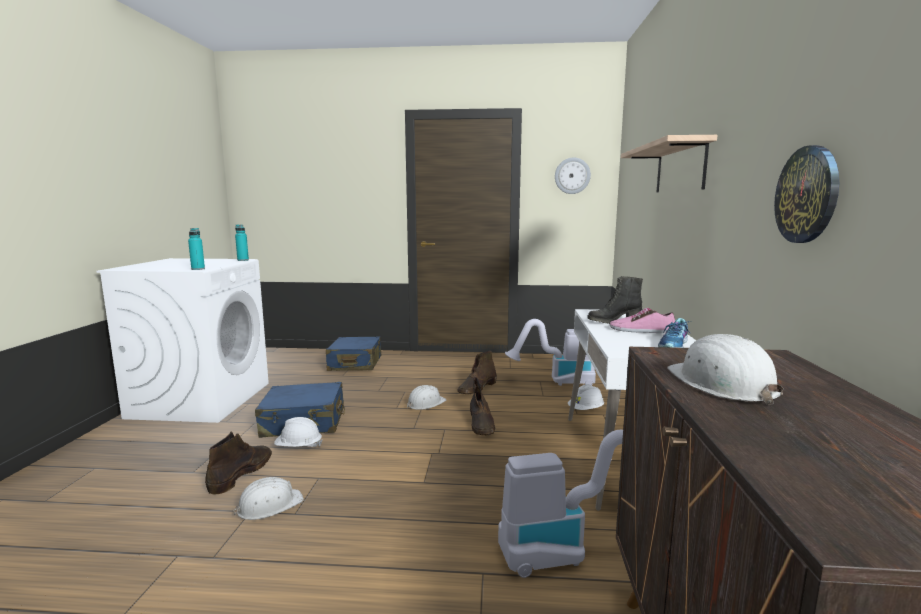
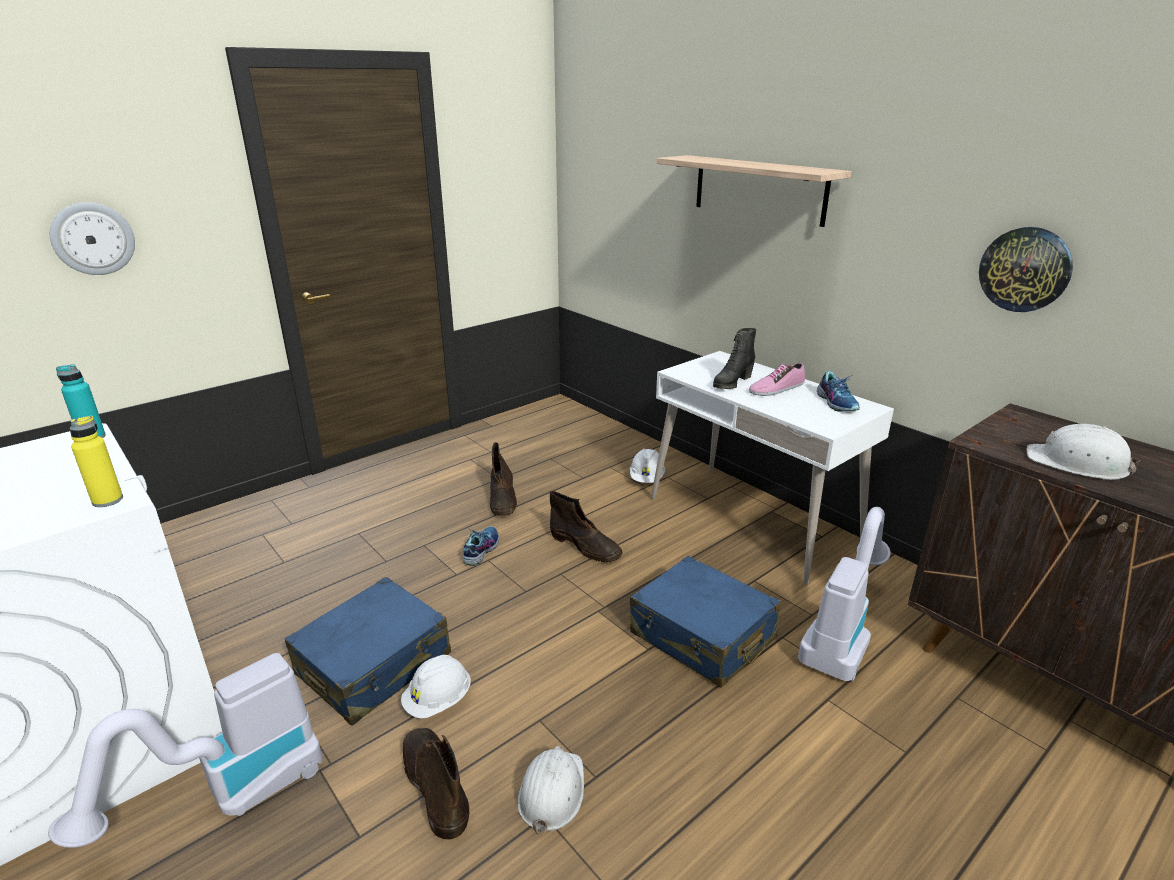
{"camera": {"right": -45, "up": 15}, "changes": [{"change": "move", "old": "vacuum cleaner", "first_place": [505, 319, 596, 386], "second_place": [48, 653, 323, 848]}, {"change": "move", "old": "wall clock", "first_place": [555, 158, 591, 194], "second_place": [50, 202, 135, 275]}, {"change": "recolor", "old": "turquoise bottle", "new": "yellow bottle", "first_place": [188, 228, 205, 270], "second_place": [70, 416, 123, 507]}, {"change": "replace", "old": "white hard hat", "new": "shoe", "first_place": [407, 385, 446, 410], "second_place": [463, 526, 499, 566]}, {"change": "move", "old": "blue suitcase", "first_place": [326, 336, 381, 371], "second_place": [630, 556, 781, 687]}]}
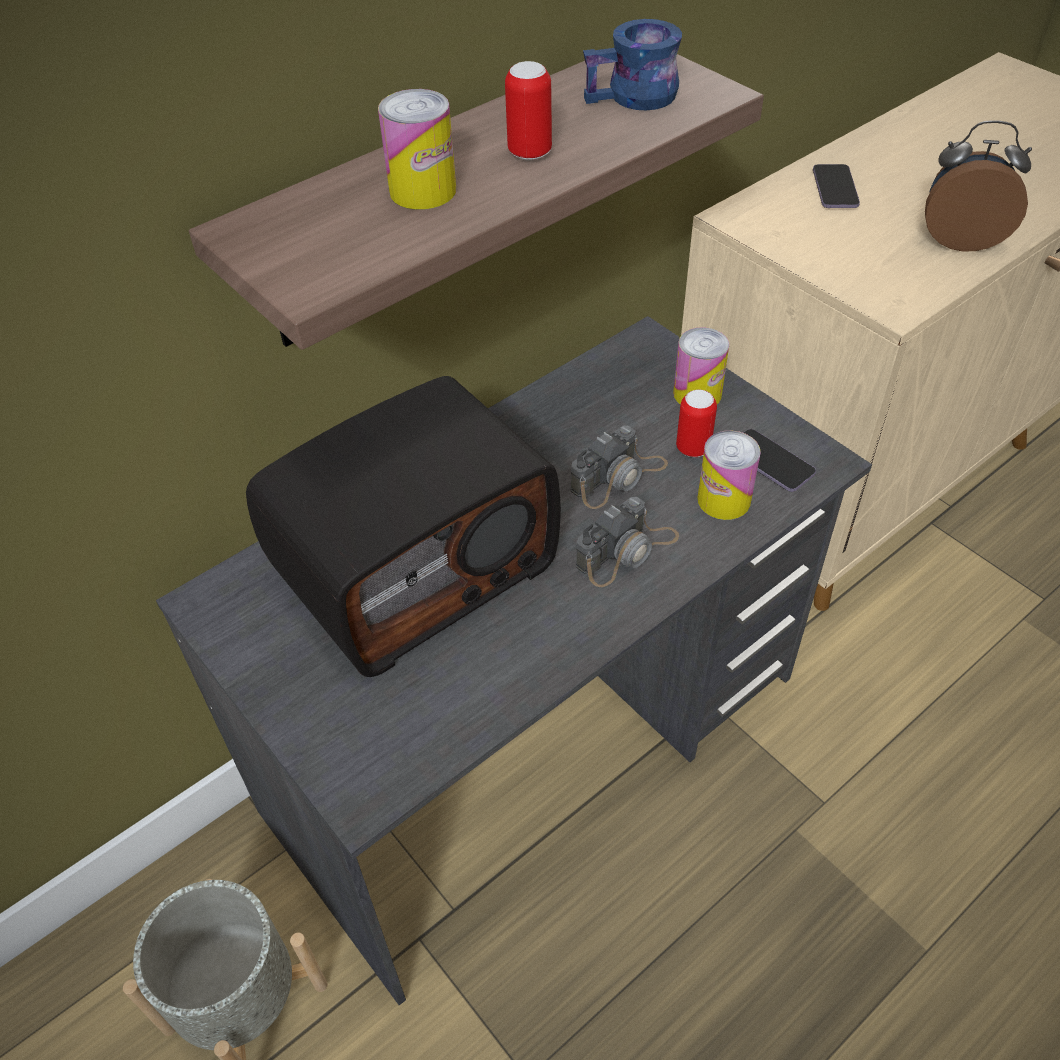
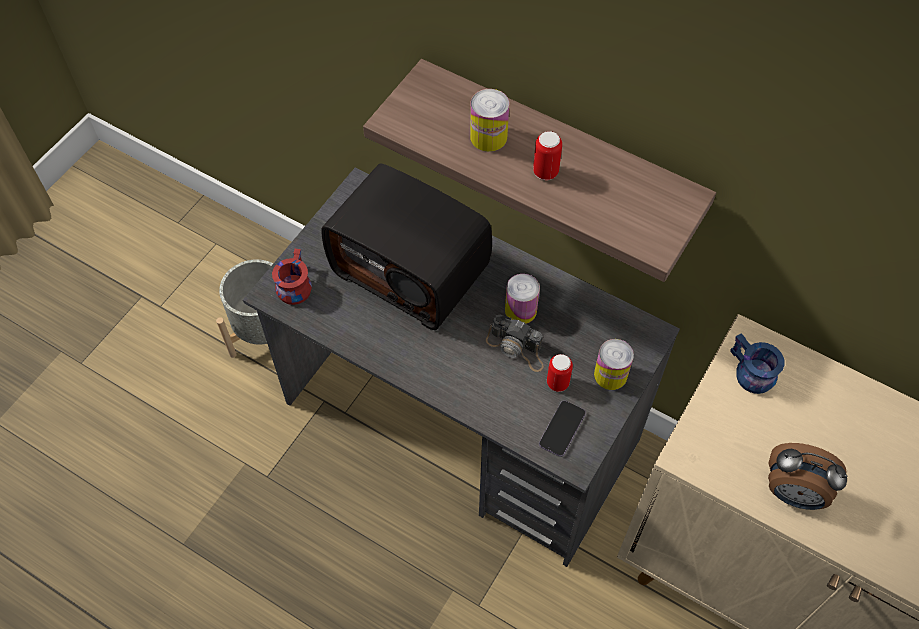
{"camera": {"right": 70, "up": 10}, "changes": [{"change": "insert", "new": "red mug", "second_place": [272, 249, 312, 305]}, {"change": "move", "old": "can", "first_place": [697, 431, 761, 520], "second_place": [505, 274, 540, 324]}, {"change": "move", "old": "blue mug", "first_place": [583, 19, 682, 110], "second_place": [730, 333, 785, 394]}, {"change": "rotate", "old": "alarm clock", "first_place": [925, 120, 1032, 252], "second_place": [768, 443, 847, 510], "degrees": 120}, {"change": "delete", "old": "photo camera", "first_place": [576, 497, 679, 587]}, {"change": "delete", "old": "phone", "first_place": [813, 164, 860, 208]}]}
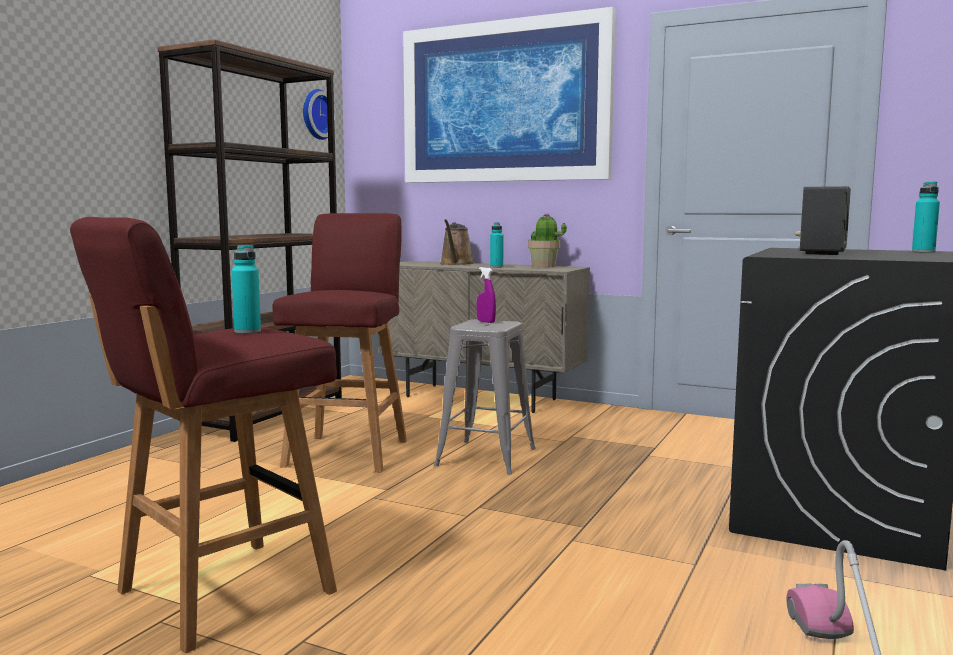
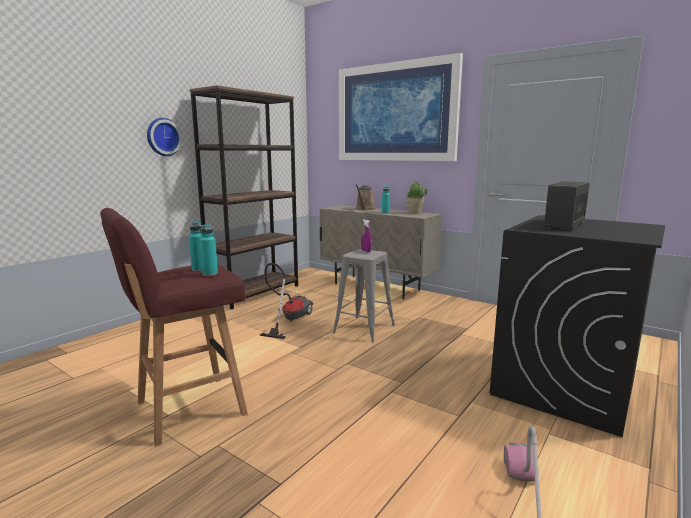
{"camera": {"right": 10, "up": 5}, "changes": [{"change": "move", "old": "wall clock", "first_place": [303, 89, 337, 140], "second_place": [147, 118, 182, 156]}, {"change": "move", "old": "turquoise bottle", "first_place": [912, 181, 940, 253], "second_place": [200, 224, 218, 276]}, {"change": "replace", "old": "red stool", "new": "vacuum cleaner", "first_place": [272, 213, 407, 473], "second_place": [259, 263, 313, 339]}]}
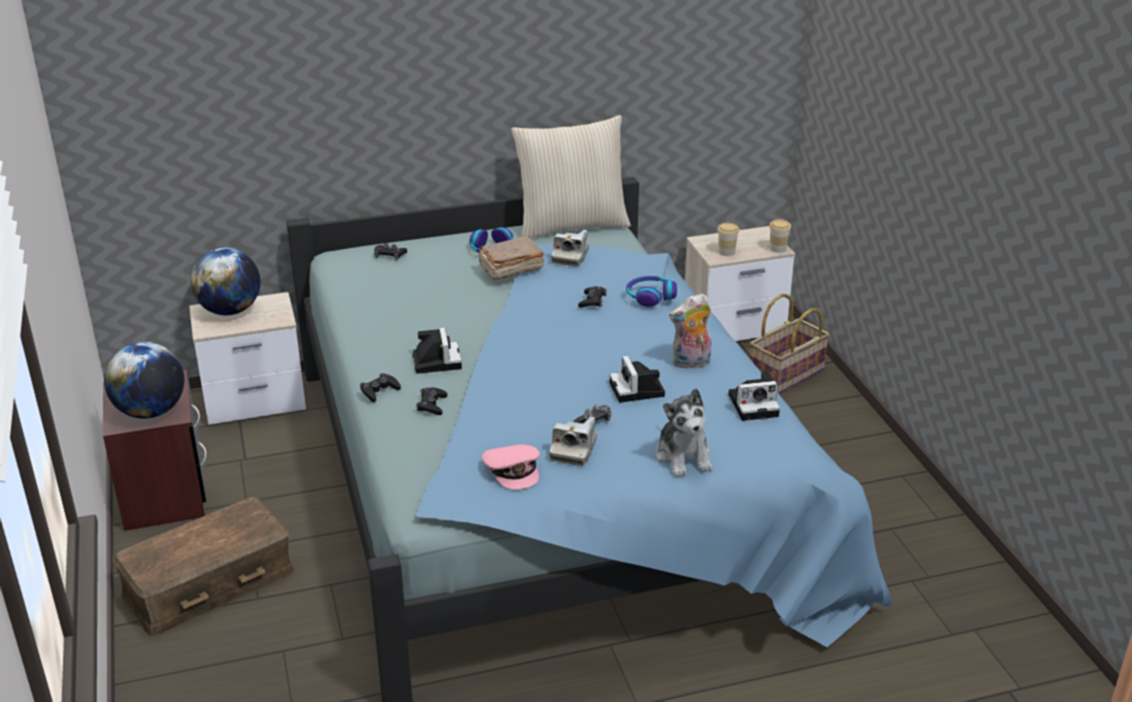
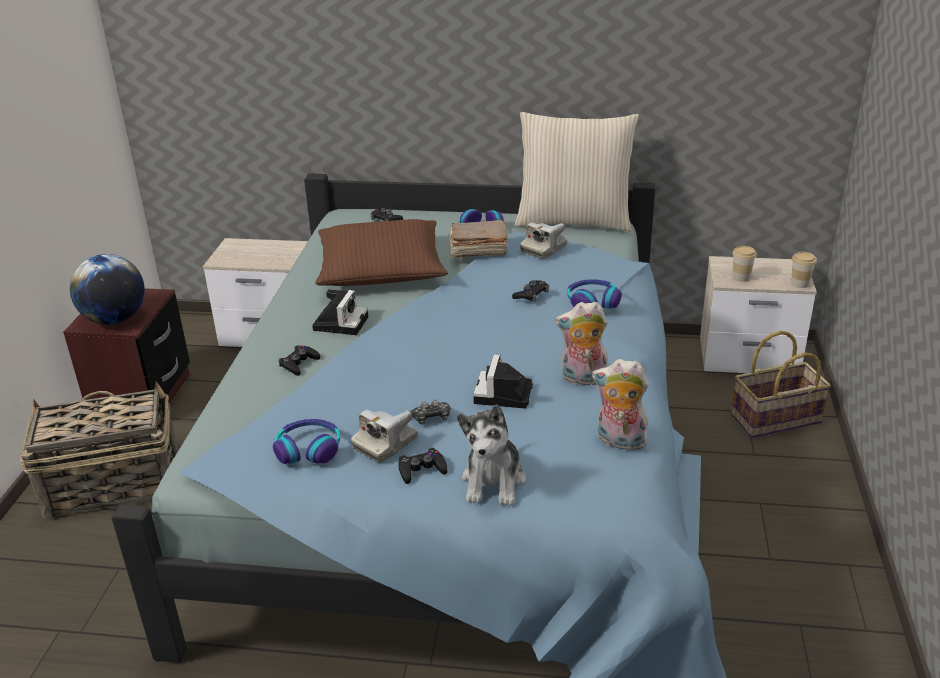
{"camera": {"right": 25, "up": 0}, "changes": [{"change": "replace", "old": "brown storage box", "new": "basket", "first_place": [113, 497, 294, 636], "second_place": [20, 382, 178, 521]}, {"change": "replace", "old": "pink cap", "new": "headphones", "first_place": [482, 444, 540, 490], "second_place": [273, 419, 340, 464]}, {"change": "insert", "new": "brown pillow", "second_place": [315, 219, 448, 286]}, {"change": "move", "old": "black game controller", "first_place": [360, 373, 401, 402], "second_place": [399, 448, 447, 484]}, {"change": "replace", "old": "photo camera", "new": "plush toy", "first_place": [728, 370, 780, 421], "second_place": [592, 359, 648, 453]}, {"change": "delete", "old": "globe", "first_place": [191, 248, 260, 315]}]}
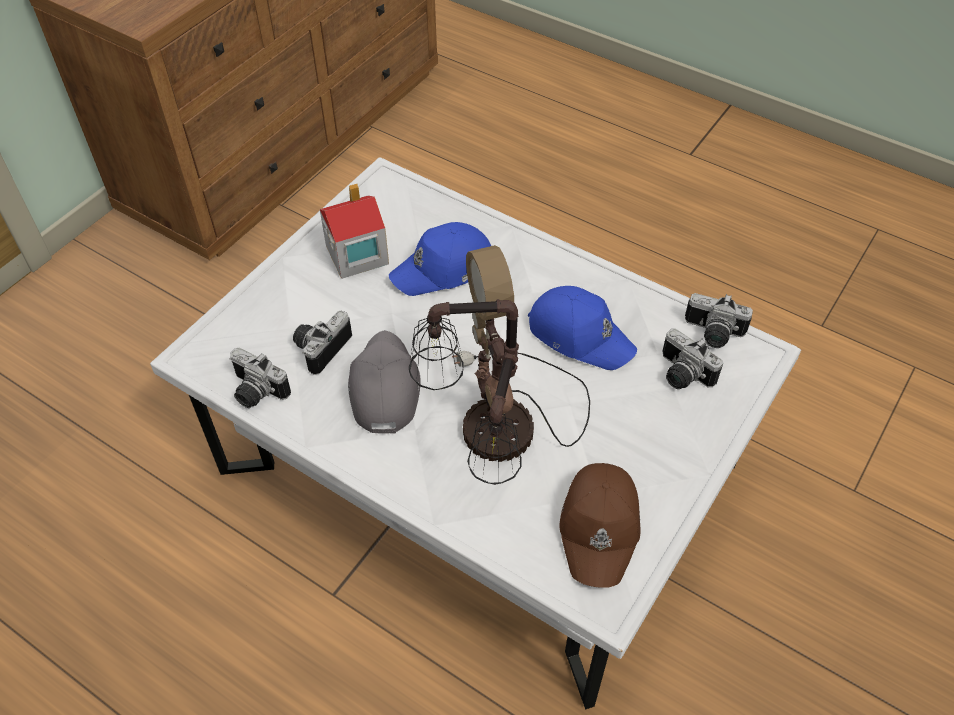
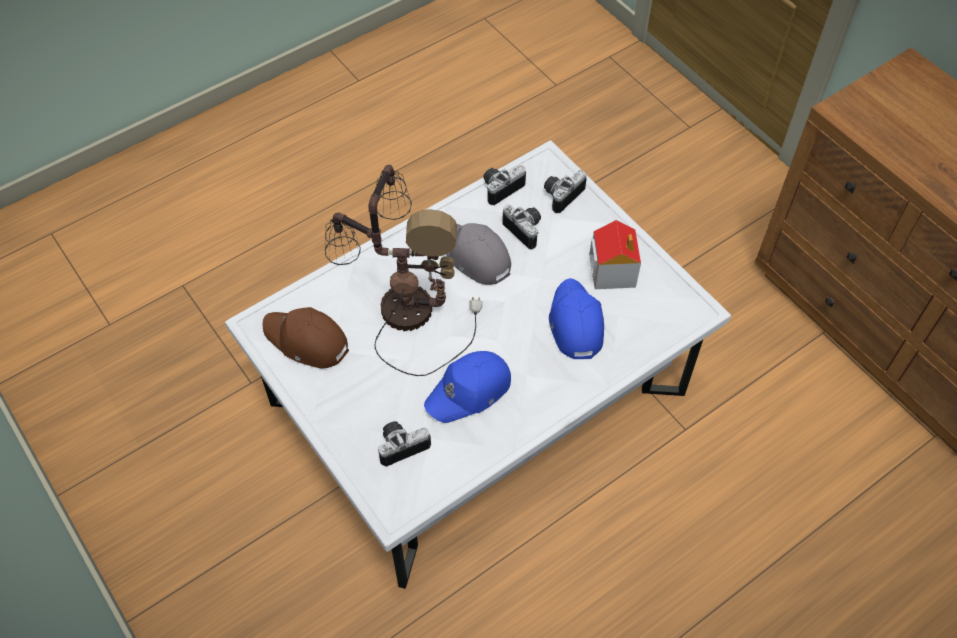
{"camera": {"right": 110, "up": 5}, "changes": [{"change": "rotate", "old": "grey cap", "first_place": [348, 330, 421, 434], "second_place": [446, 223, 511, 285], "degrees": -150}, {"change": "move", "old": "photo camera", "first_place": [685, 293, 753, 348], "second_place": [544, 170, 587, 213]}]}
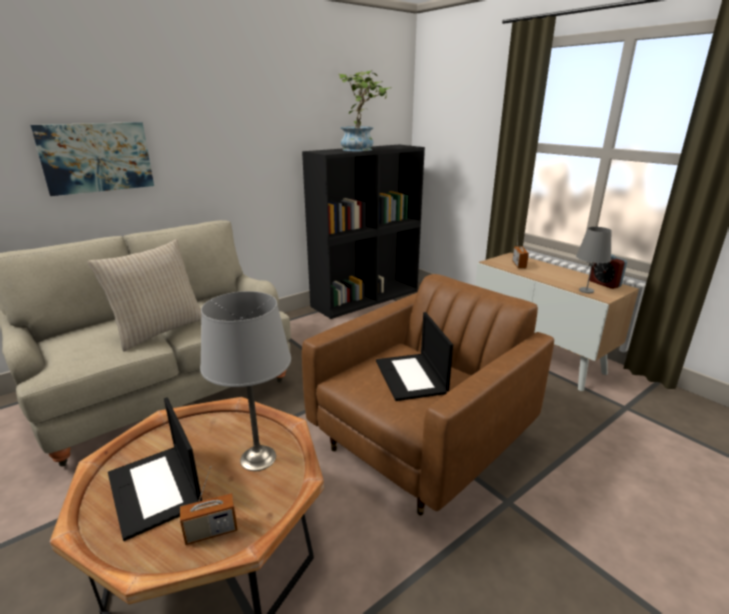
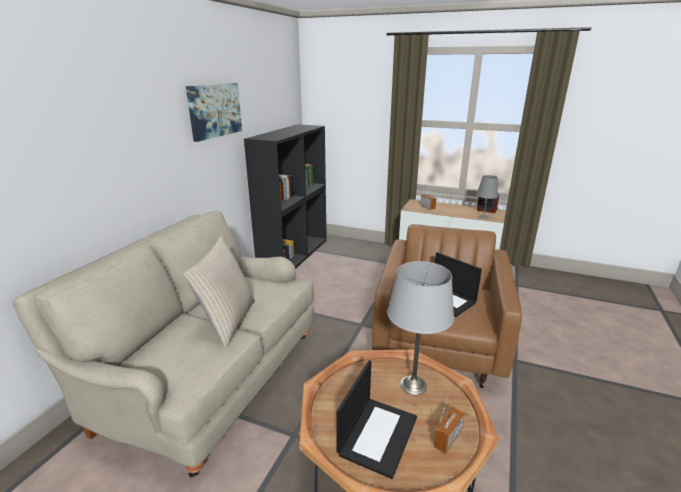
{"camera": {"right": -30, "up": 0}, "changes": [{"change": "move", "old": "picture", "first_place": [30, 122, 154, 196], "second_place": [186, 83, 242, 142]}, {"change": "rotate", "old": "laptop", "first_place": [108, 397, 202, 541], "second_place": [336, 360, 417, 479], "degrees": -90}, {"change": "delete", "old": "potted plant", "first_place": [339, 70, 392, 151]}]}
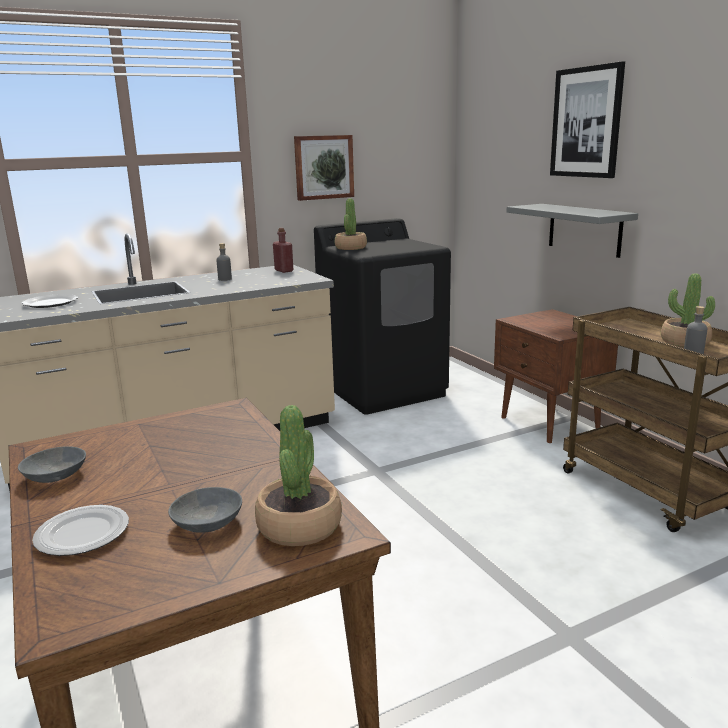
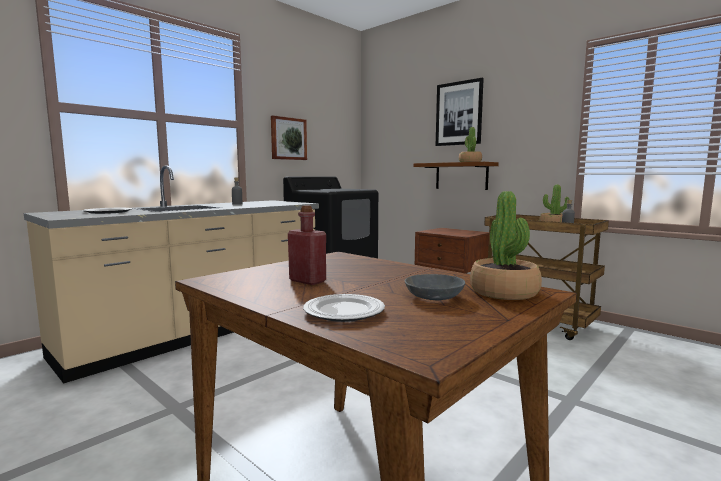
{"camera": {"right": -20, "up": -10}, "changes": [{"change": "move", "old": "red bottle", "first_place": [273, 228, 293, 273], "second_place": [288, 205, 326, 285]}, {"change": "recolor", "old": "grey shelf", "new": "brown shelf", "first_place": [506, 204, 638, 258], "second_place": [413, 162, 499, 190]}, {"change": "move", "old": "potted plant", "first_place": [335, 198, 367, 250], "second_place": [459, 127, 482, 162]}, {"change": "delete", "old": "grey bowl", "first_place": [18, 446, 86, 483]}]}
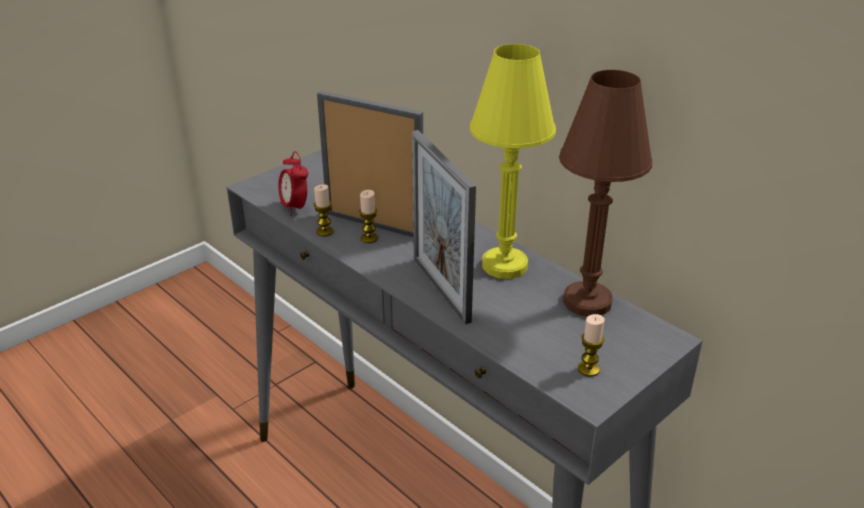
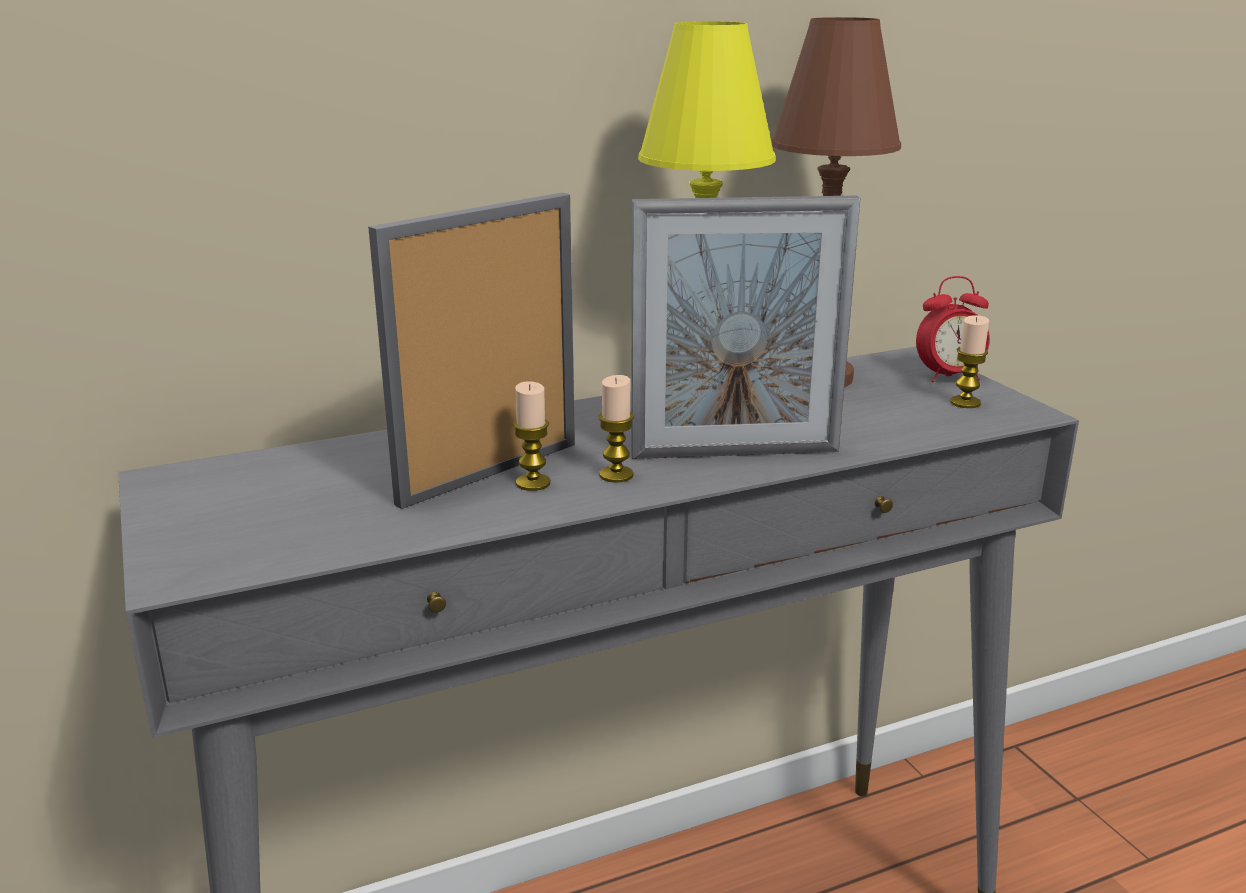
{"camera": {"right": -70, "up": -10}, "changes": [{"change": "move", "old": "candle", "first_place": [314, 184, 333, 237], "second_place": [598, 375, 634, 483]}, {"change": "move", "old": "alarm clock", "first_place": [278, 151, 308, 216], "second_place": [916, 276, 990, 382]}]}
